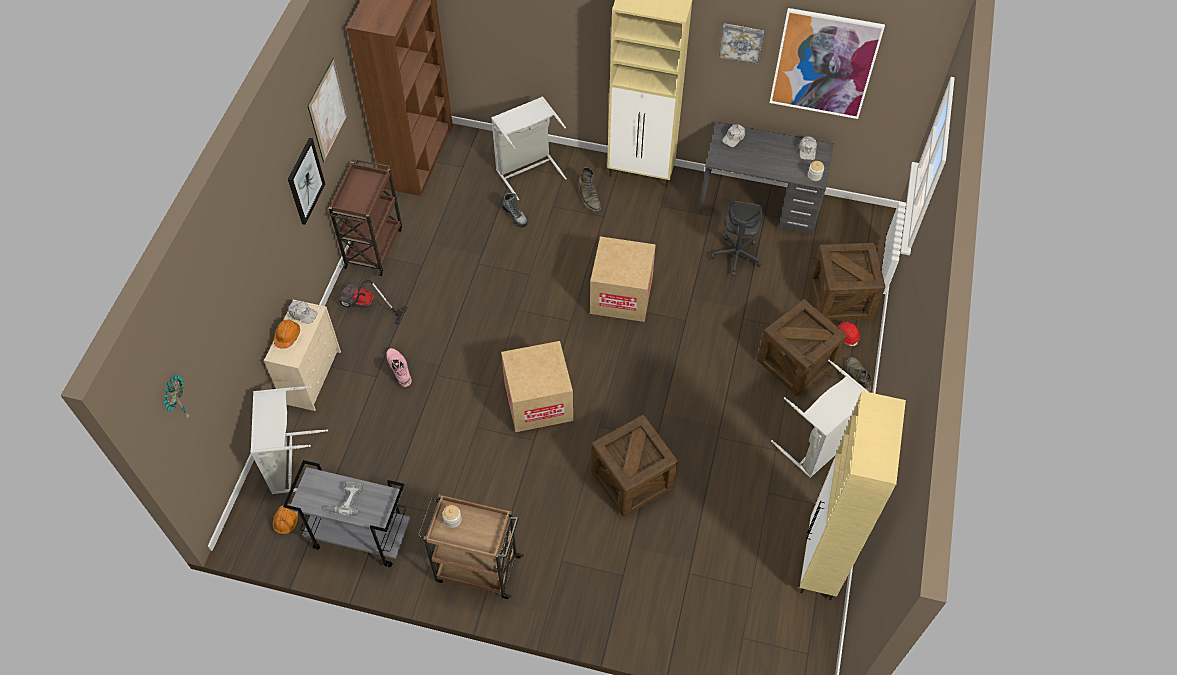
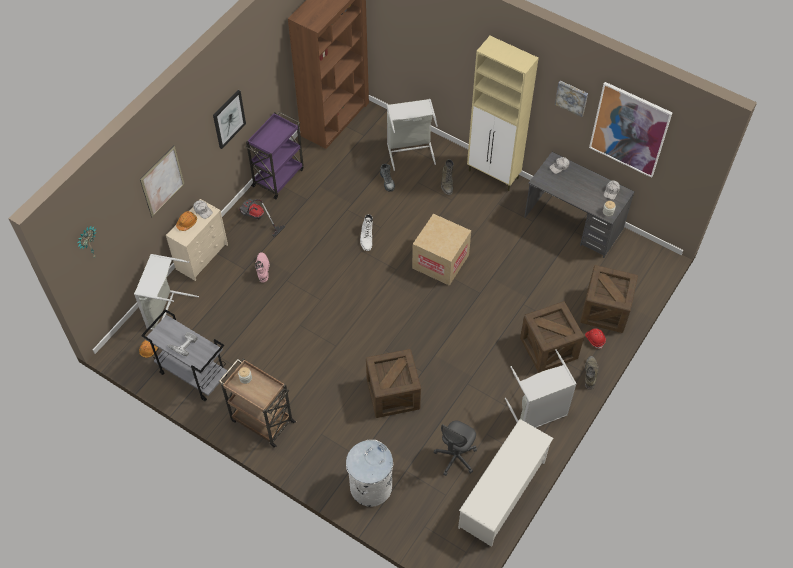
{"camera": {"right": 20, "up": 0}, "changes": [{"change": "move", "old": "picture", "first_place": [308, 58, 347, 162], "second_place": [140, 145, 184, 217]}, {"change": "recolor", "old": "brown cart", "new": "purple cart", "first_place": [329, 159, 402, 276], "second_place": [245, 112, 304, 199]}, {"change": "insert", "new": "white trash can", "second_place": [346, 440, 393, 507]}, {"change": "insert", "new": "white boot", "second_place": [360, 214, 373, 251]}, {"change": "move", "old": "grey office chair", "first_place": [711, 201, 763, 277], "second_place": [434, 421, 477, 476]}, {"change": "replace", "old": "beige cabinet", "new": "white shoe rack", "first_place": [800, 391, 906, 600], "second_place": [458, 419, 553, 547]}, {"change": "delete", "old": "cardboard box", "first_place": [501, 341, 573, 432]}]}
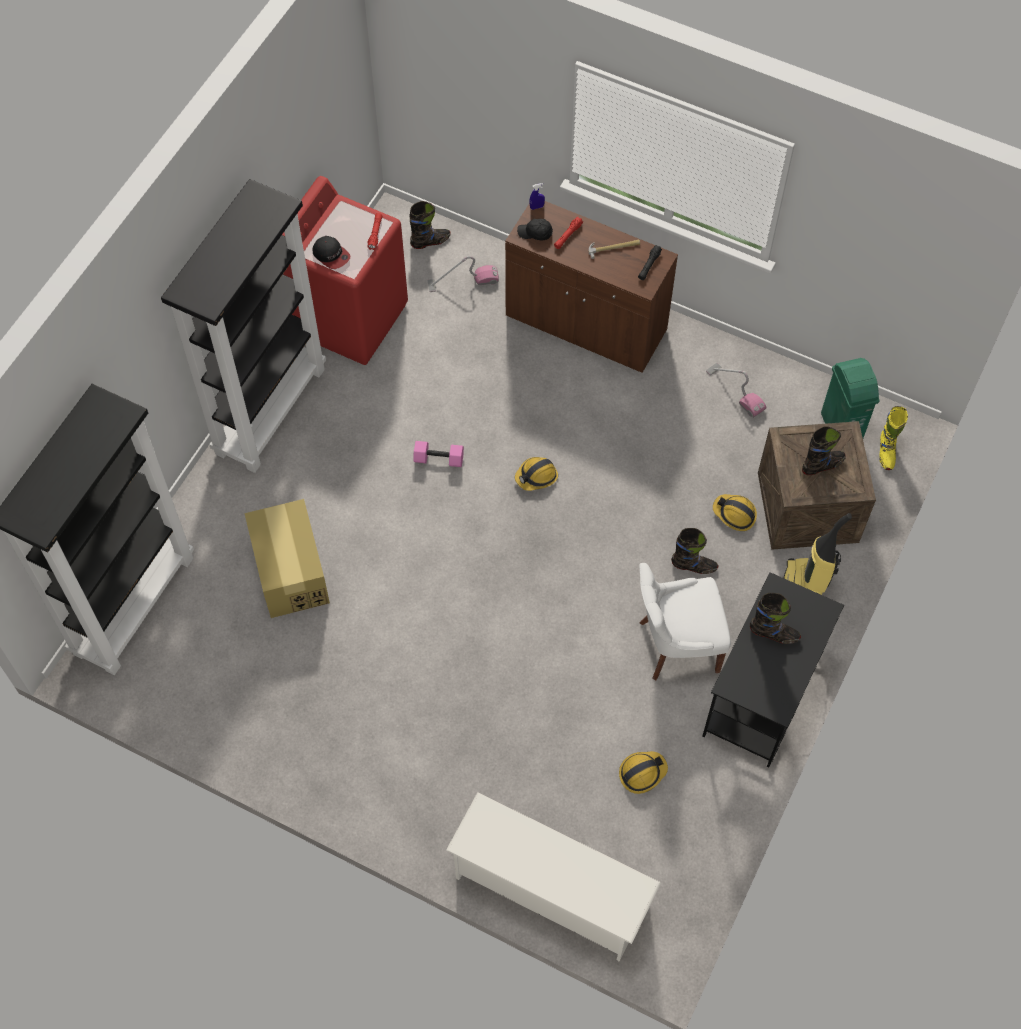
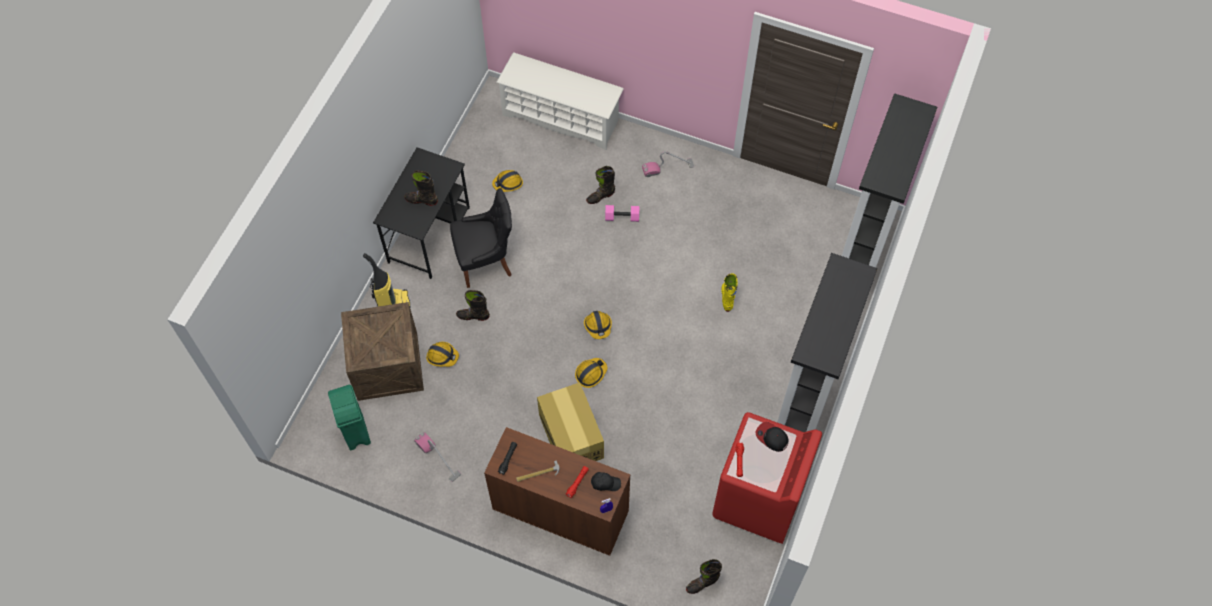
{"camera": {"right": 175, "up": 0}, "changes": [{"change": "recolor", "old": "white chair", "new": "black chair", "first_place": [639, 563, 731, 680], "second_place": [450, 188, 512, 288]}, {"change": "move", "old": "cardboard box", "first_place": [244, 499, 330, 618], "second_place": [537, 382, 604, 461]}, {"change": "insert", "new": "hard hat", "second_place": [584, 311, 612, 339]}, {"change": "move", "old": "black boot", "first_place": [802, 426, 846, 475], "second_place": [586, 166, 615, 204]}, {"change": "move", "old": "pink dumbbell", "first_place": [413, 441, 464, 467], "second_place": [605, 205, 639, 222]}, {"change": "move", "old": "vacuum cleaner", "first_place": [428, 256, 499, 292], "second_place": [642, 151, 694, 177]}, {"change": "move", "old": "yellow boot", "first_place": [879, 406, 908, 470], "second_place": [721, 273, 738, 312]}]}
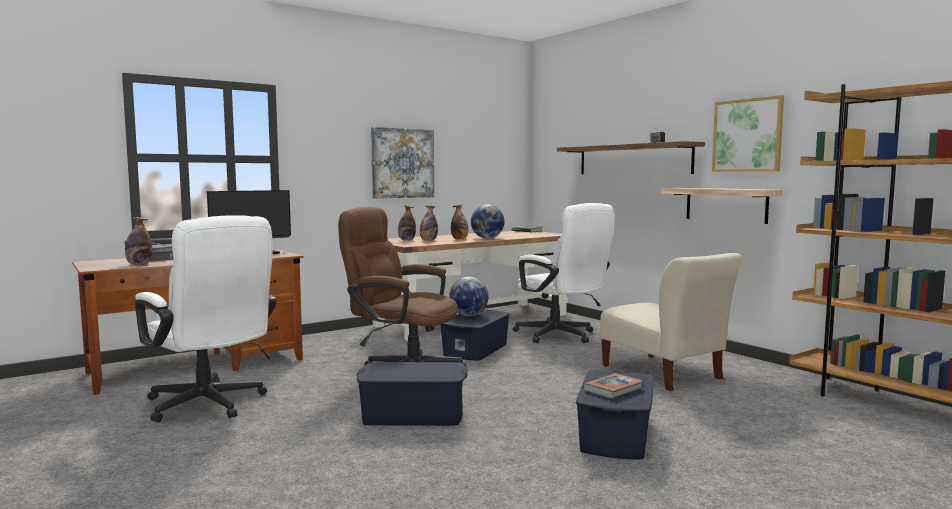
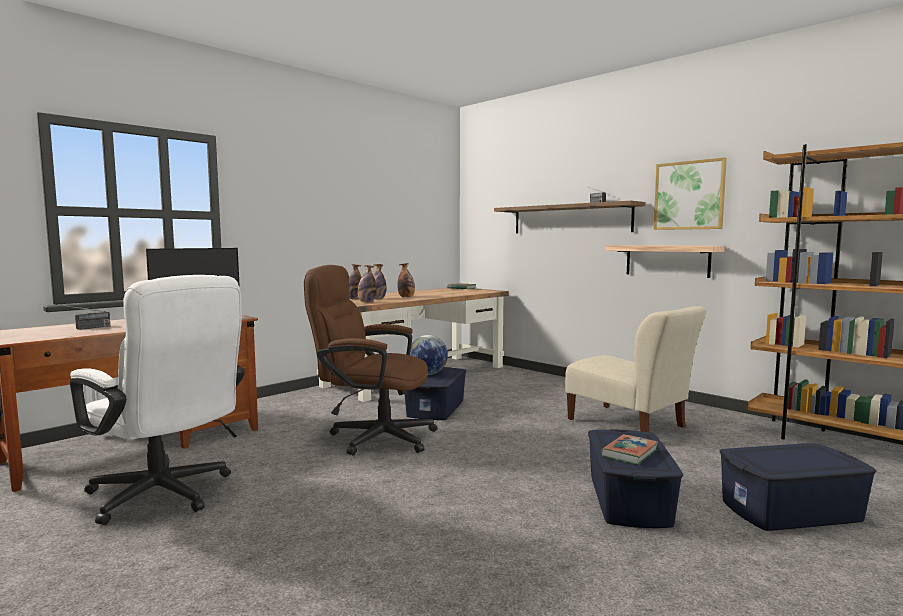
{"camera": {"right": -10, "up": 0}, "changes": [{"change": "move", "old": "bottle", "first_place": [125, 217, 152, 265], "second_place": [357, 265, 377, 302]}, {"change": "move", "old": "blue storage box", "first_place": [357, 362, 468, 426], "second_place": [720, 443, 876, 531]}, {"change": "delete", "old": "picture", "first_place": [371, 127, 434, 198]}, {"change": "delete", "old": "globe", "first_place": [471, 204, 505, 239]}, {"change": "delete", "old": "white office chair", "first_place": [513, 203, 615, 343]}]}
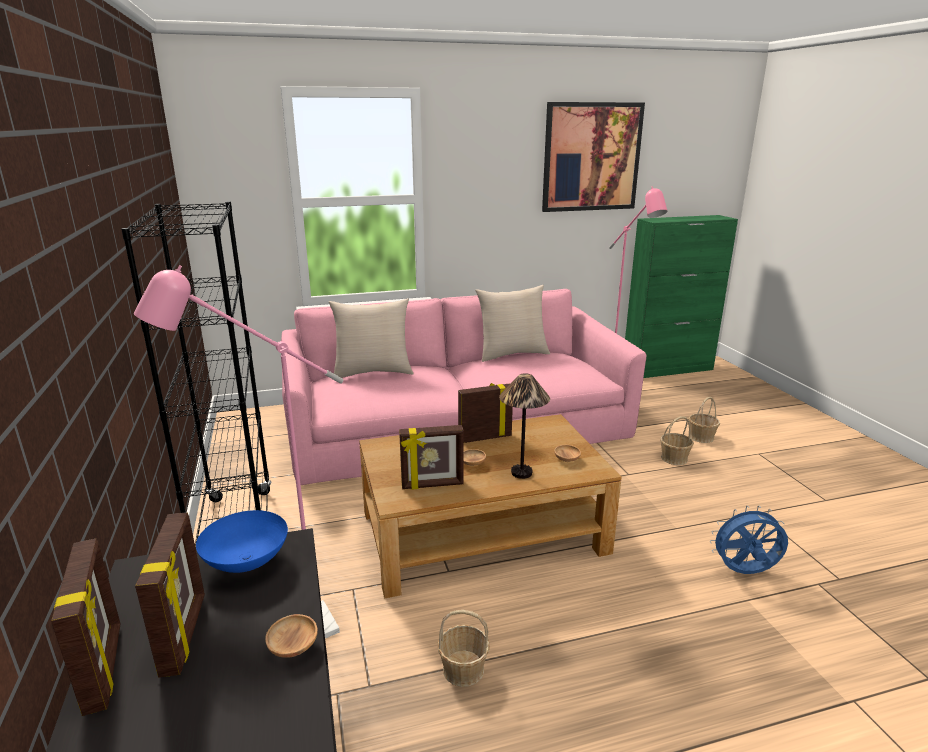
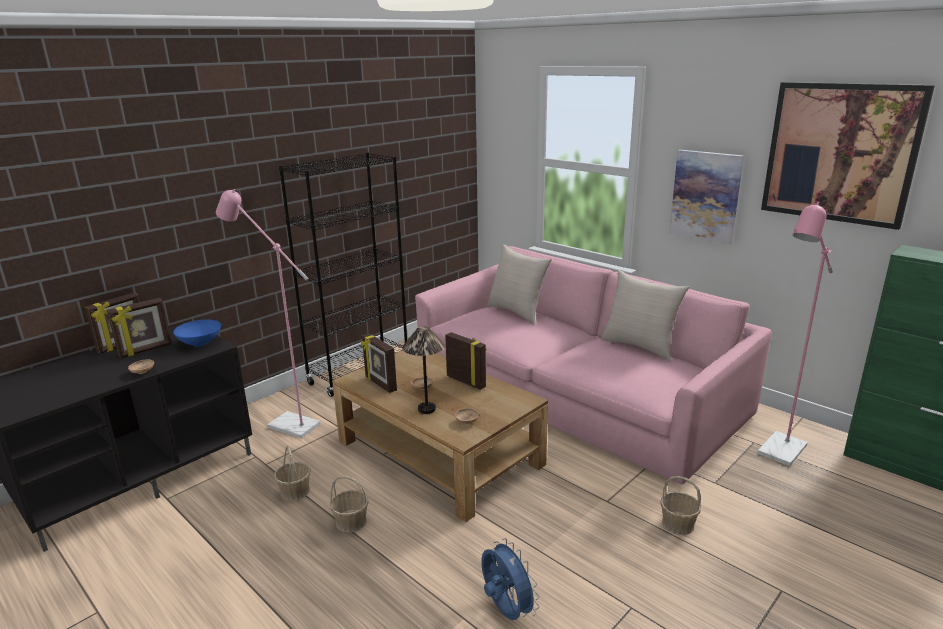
{"camera": {"right": 60, "up": 0}, "changes": [{"change": "move", "old": "basket", "first_place": [688, 397, 720, 443], "second_place": [330, 476, 369, 533]}, {"change": "insert", "new": "picture", "second_place": [669, 150, 744, 245]}]}
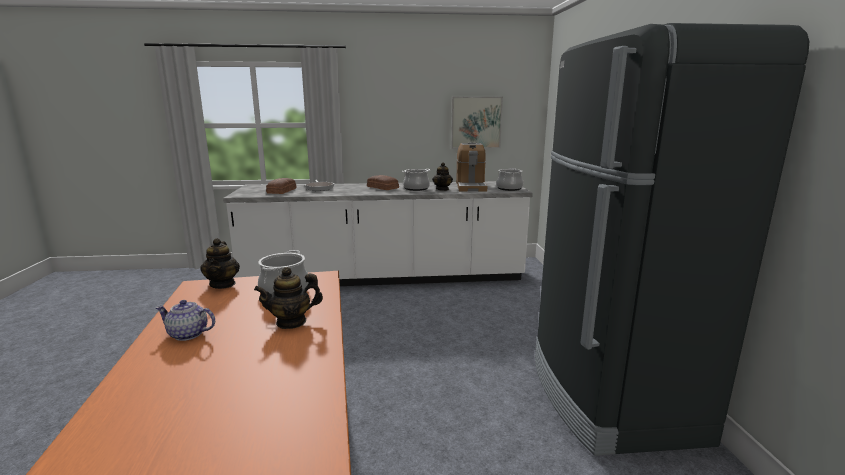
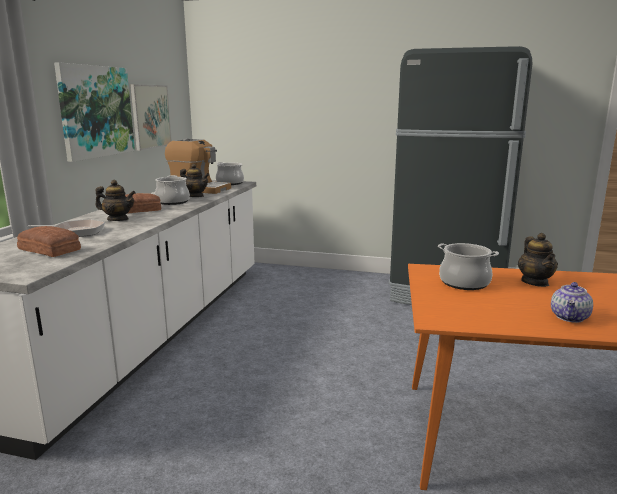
{"camera": {"right": -70, "up": 0}, "changes": [{"change": "insert", "new": "picture", "second_place": [54, 62, 135, 162]}, {"change": "move", "old": "teapot", "first_place": [200, 238, 240, 289], "second_place": [95, 180, 136, 221]}]}
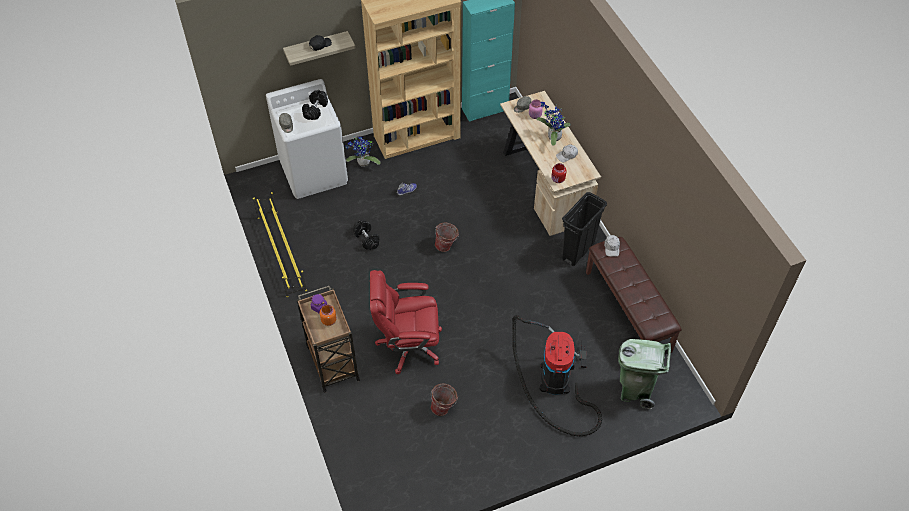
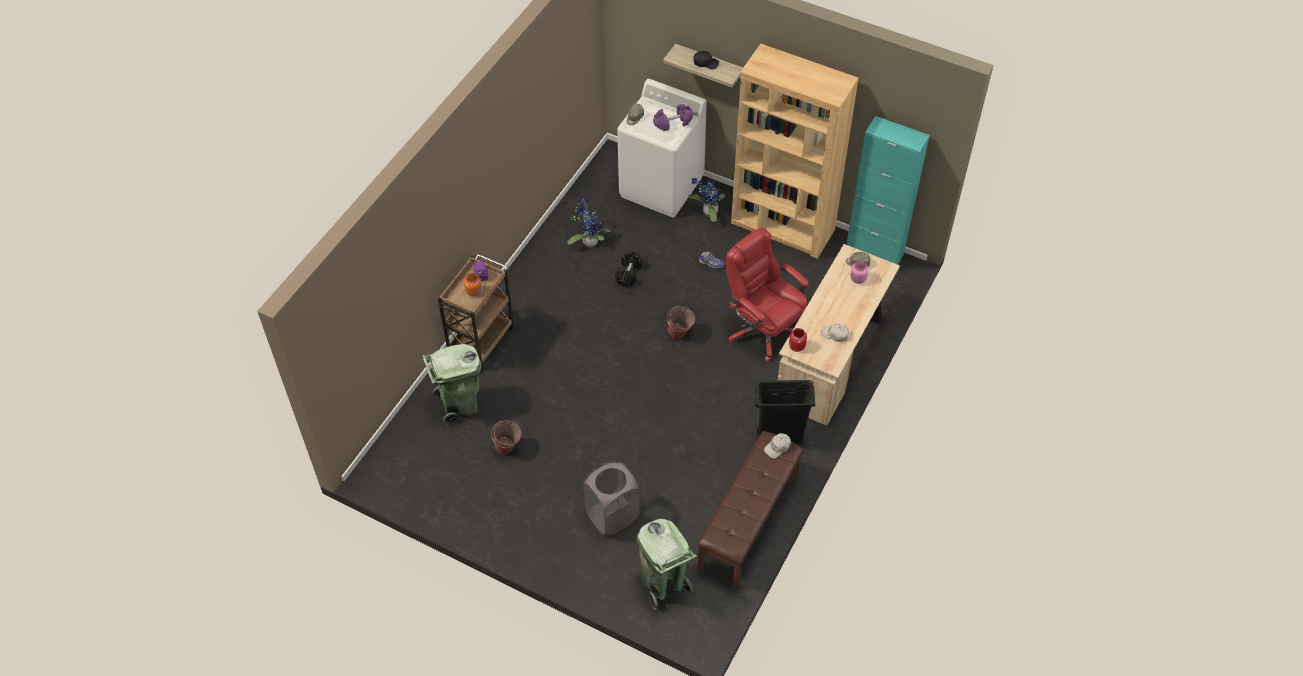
{"camera": {"right": 50, "up": 0}, "changes": [{"change": "insert", "new": "green trash can", "second_place": [422, 344, 482, 425]}, {"change": "move", "old": "potted plant", "first_place": [536, 101, 571, 146], "second_place": [567, 197, 611, 248]}, {"change": "replace", "old": "vacuum cleaner", "new": "grey laundry basket", "first_place": [512, 315, 602, 437], "second_place": [583, 461, 641, 535]}, {"change": "recolor", "old": "black dumbbell", "new": "purple dumbbell", "first_place": [302, 90, 328, 120], "second_place": [653, 104, 693, 131]}, {"change": "move", "old": "red office chair", "first_place": [370, 270, 442, 374], "second_place": [726, 227, 809, 362]}, {"change": "delete", "old": "yellow shoe rack", "first_place": [253, 192, 307, 297]}]}
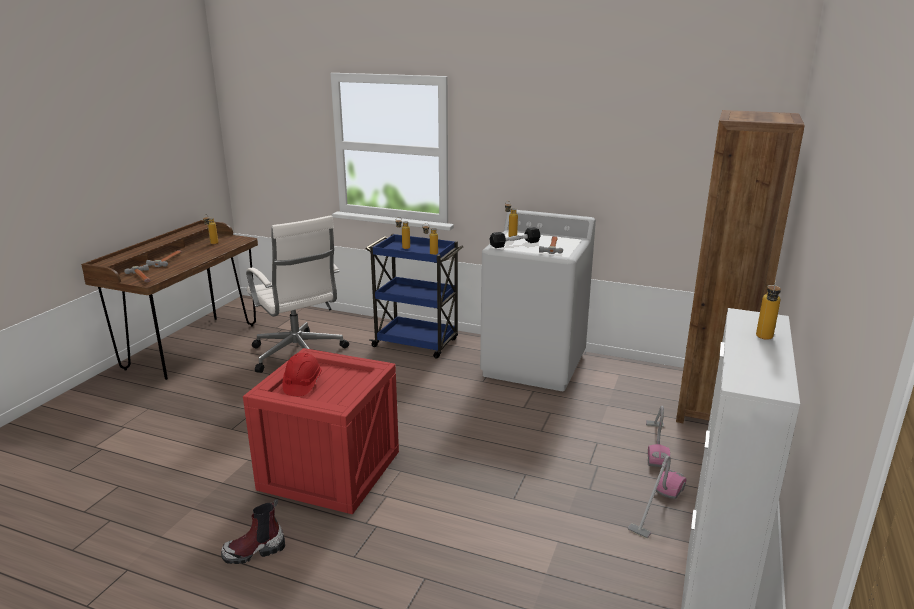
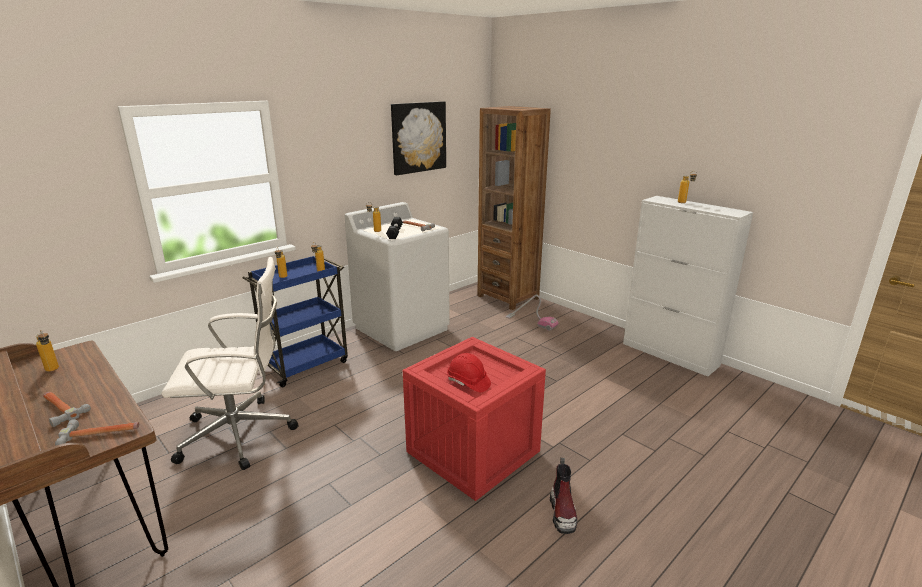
{"camera": {"right": -65, "up": 0}, "changes": [{"change": "insert", "new": "picture", "second_place": [391, 101, 446, 175]}, {"change": "delete", "old": "vacuum cleaner", "first_place": [628, 456, 686, 538]}]}
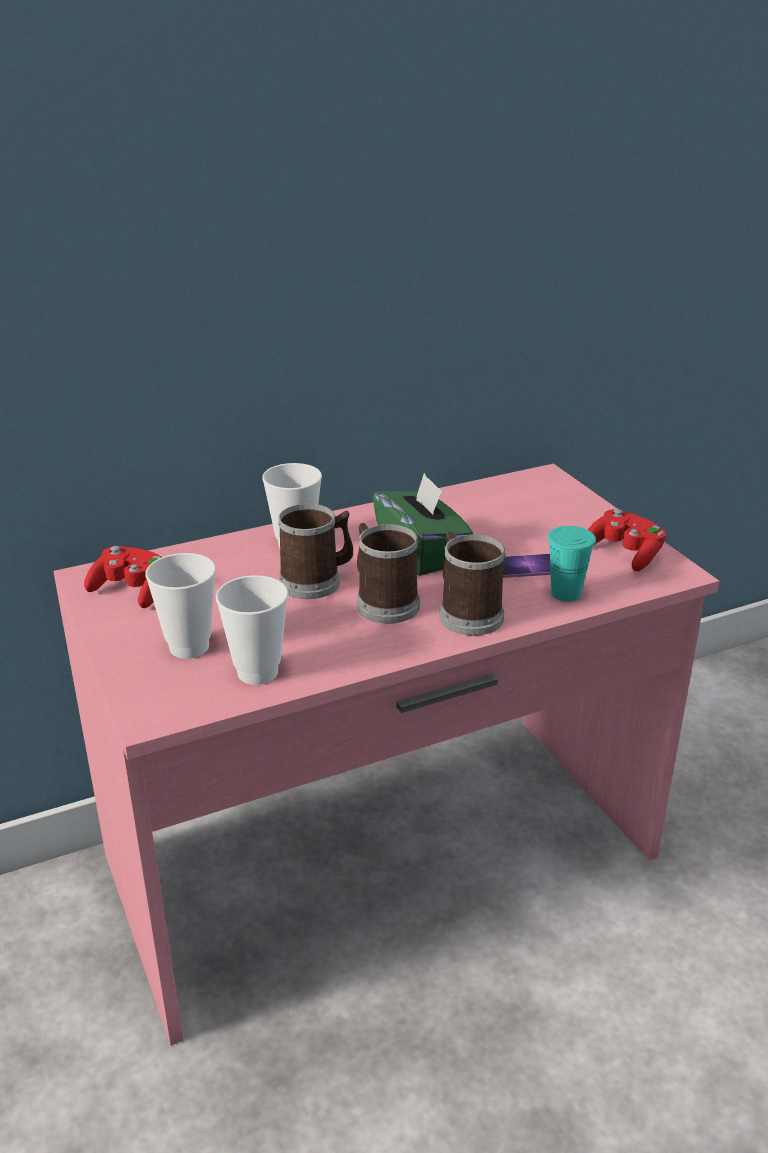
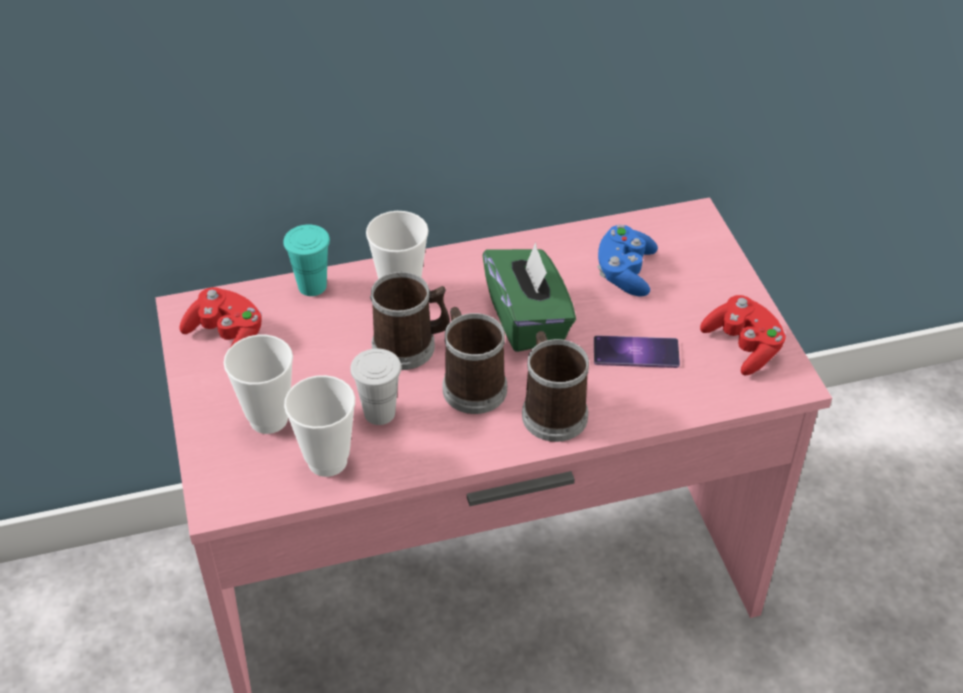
{"camera": {"right": 10, "up": 15}, "changes": [{"change": "move", "old": "turquoise cup", "first_place": [548, 526, 596, 602], "second_place": [283, 225, 330, 296]}, {"change": "insert", "new": "white cup", "second_place": [350, 348, 401, 425]}, {"change": "insert", "new": "blue game controller", "second_place": [597, 225, 658, 297]}]}
